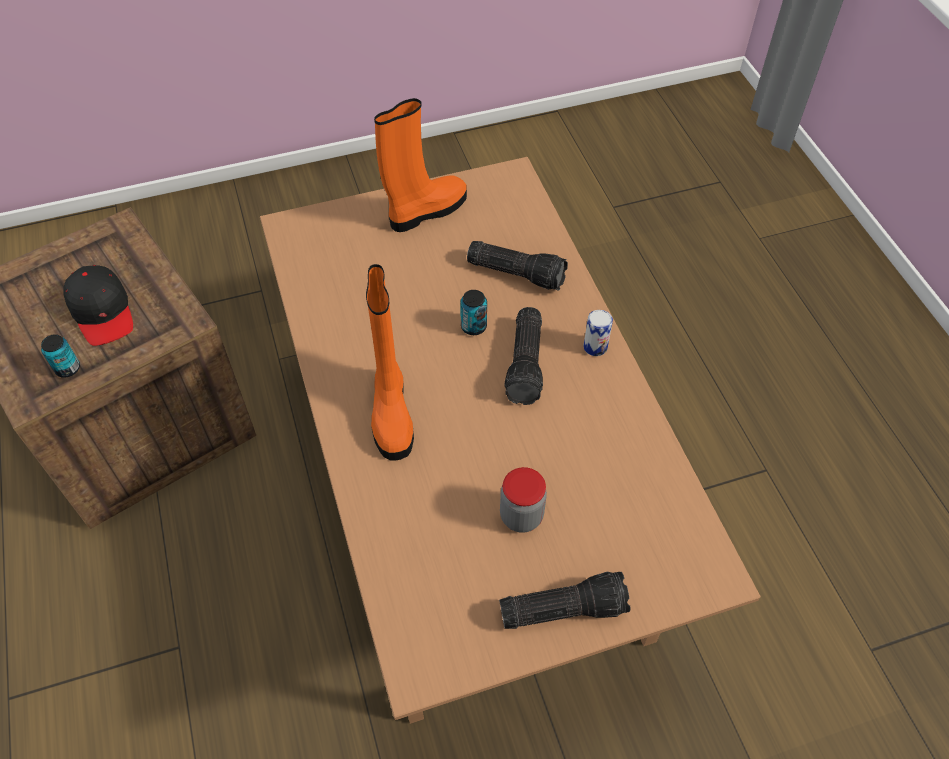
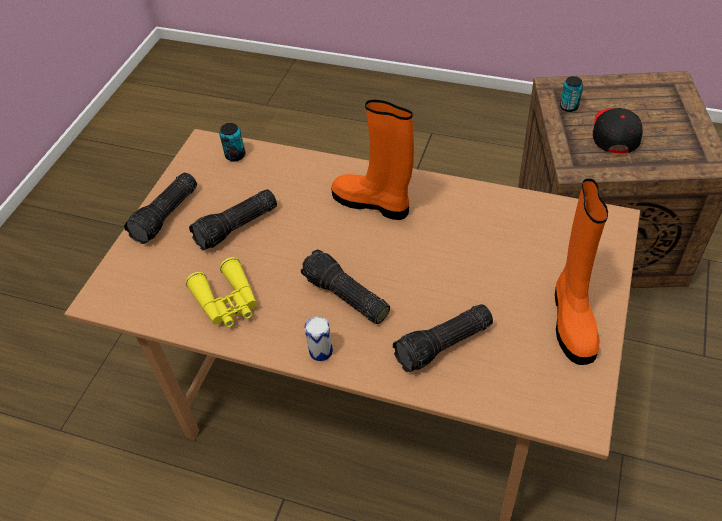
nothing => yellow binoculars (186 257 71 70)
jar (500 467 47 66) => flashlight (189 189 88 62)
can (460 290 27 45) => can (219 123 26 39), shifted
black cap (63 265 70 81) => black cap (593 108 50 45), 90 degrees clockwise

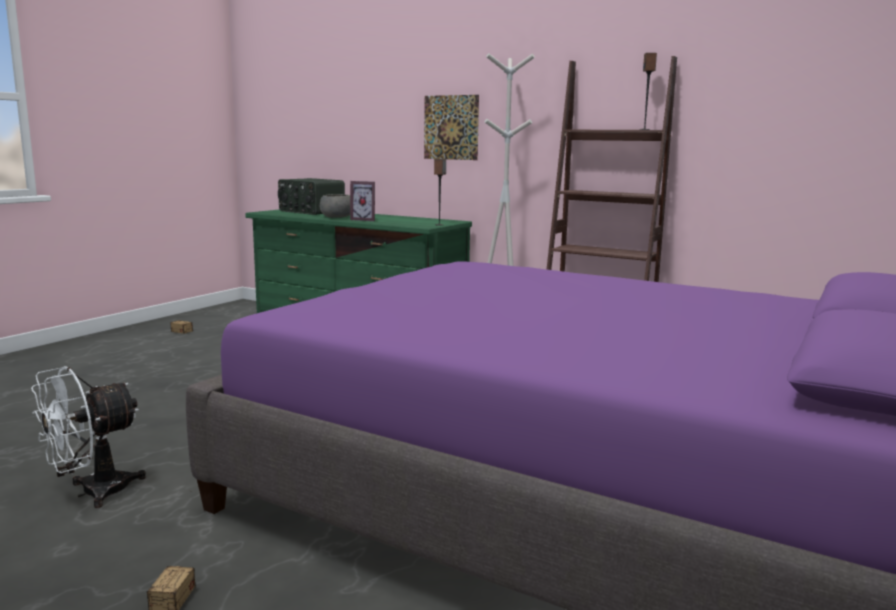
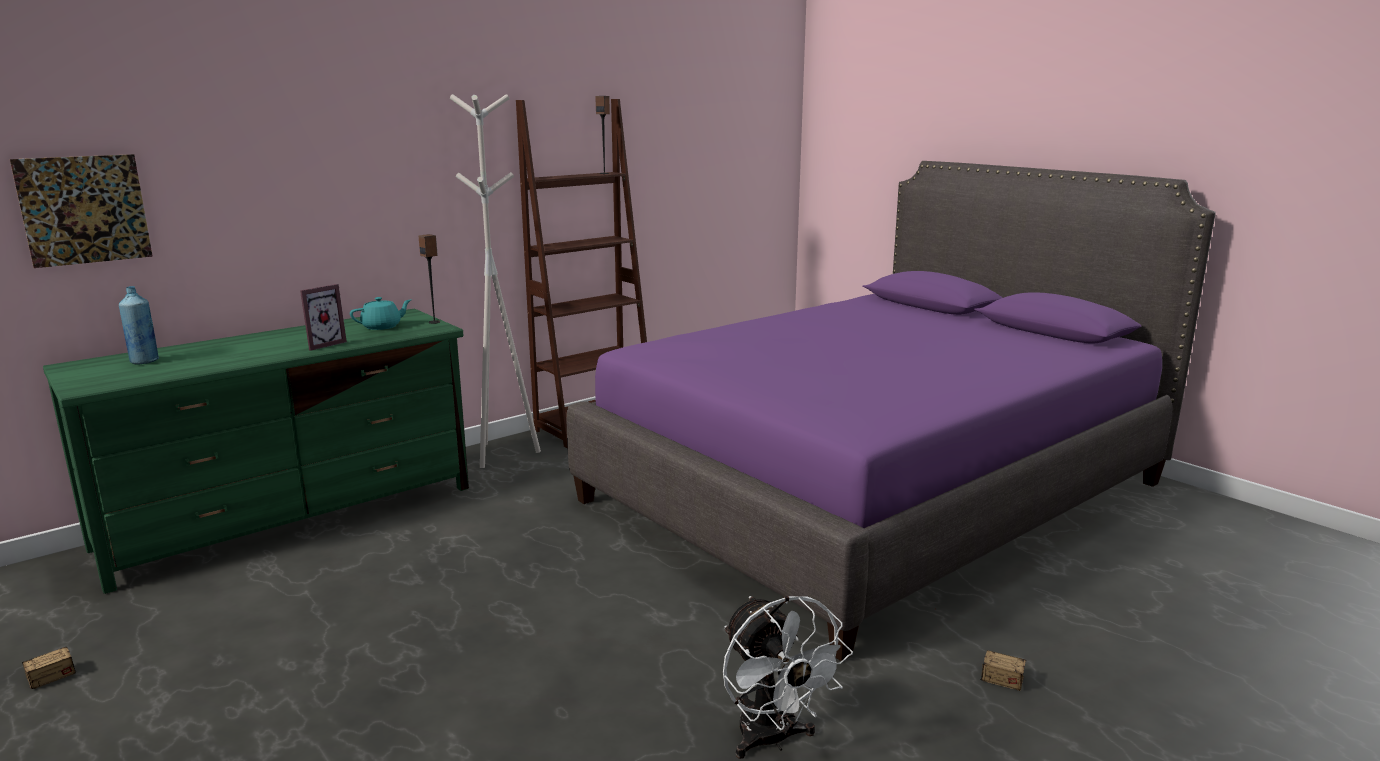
picture (424 95 55 65) => picture (10 154 143 114), shifted
radio (278 178 67 37) => blue bottle (119 286 40 79)
nothing => turquoise teapot (350 297 61 33)
grey bowl (320 194 30 24) => nothing

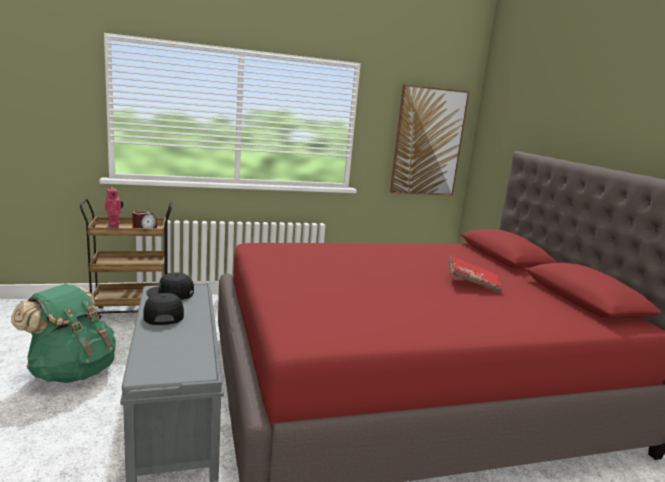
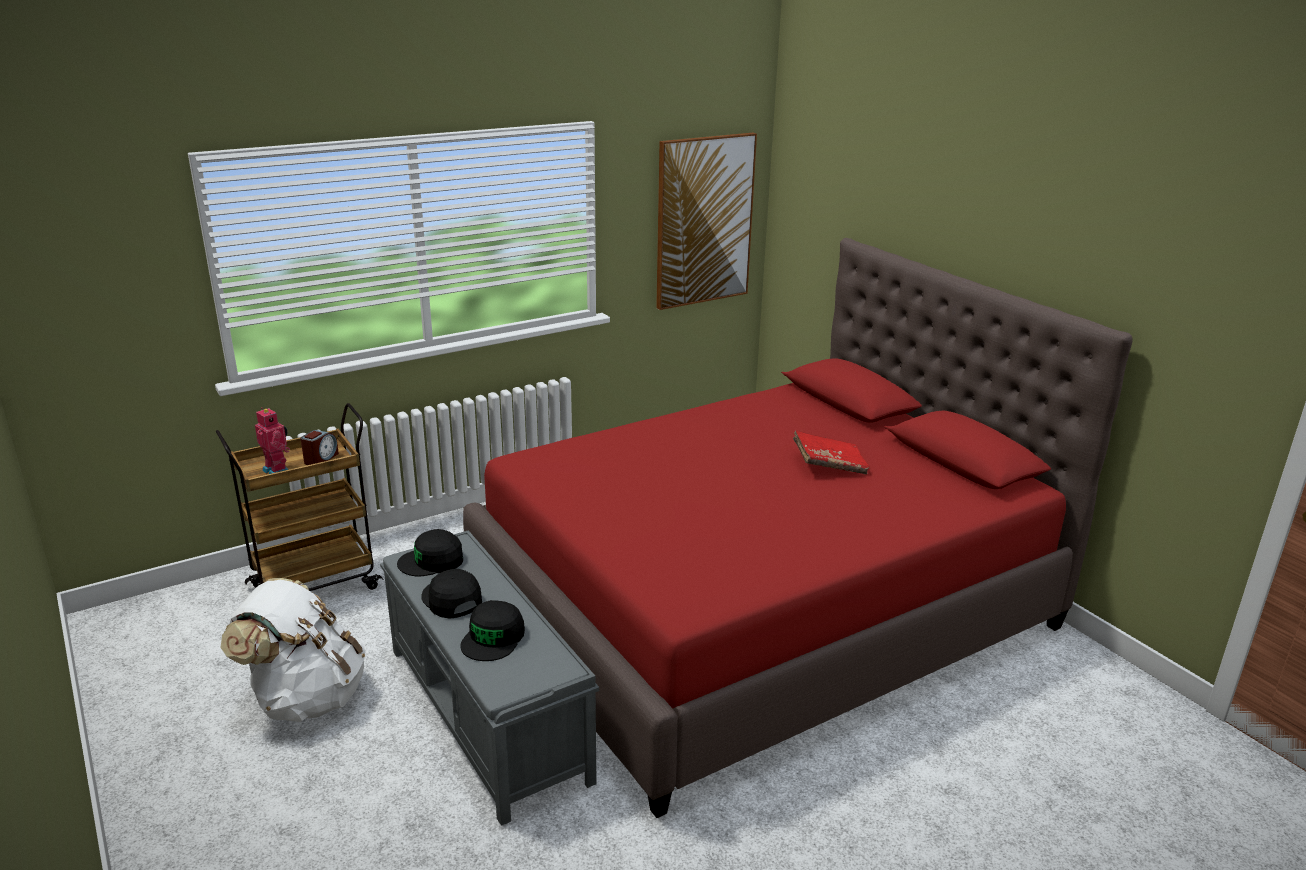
green backpack (11 284 105 99) => white backpack (221 578 145 144)
nothing => black cap (461 600 64 61)

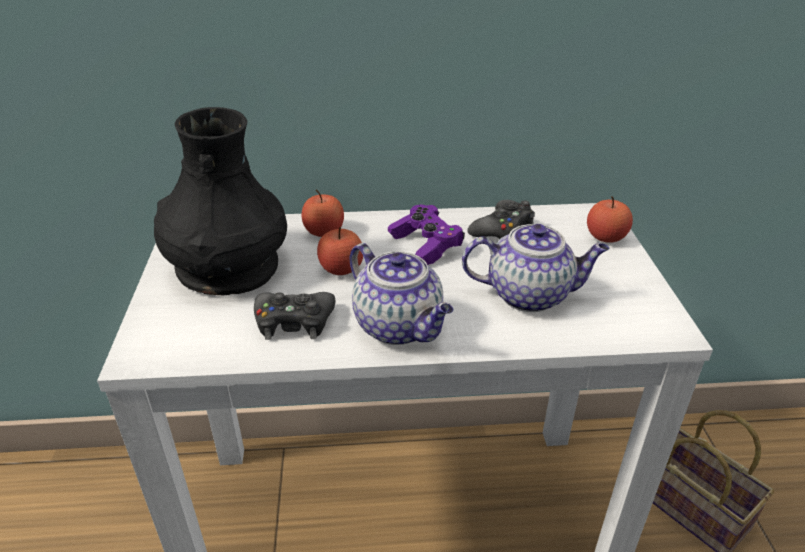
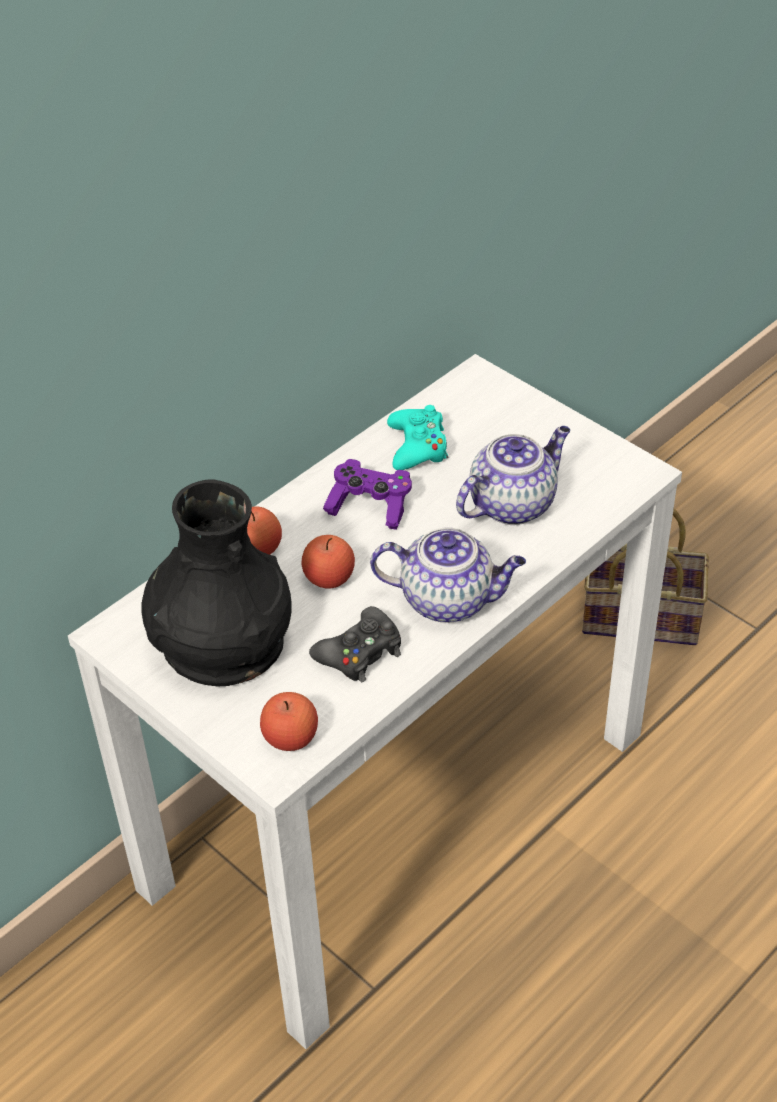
apple (587 196 46 47) => apple (260 692 58 59), shifted
black game controller (467 200 68 40) => turquoise game controller (387 405 61 65)

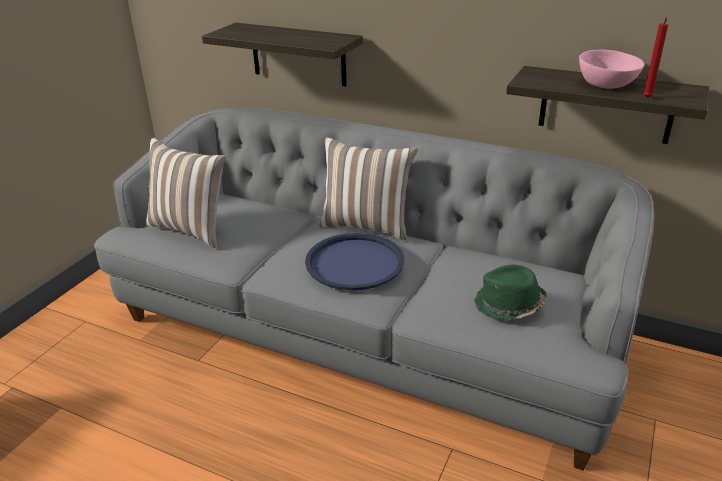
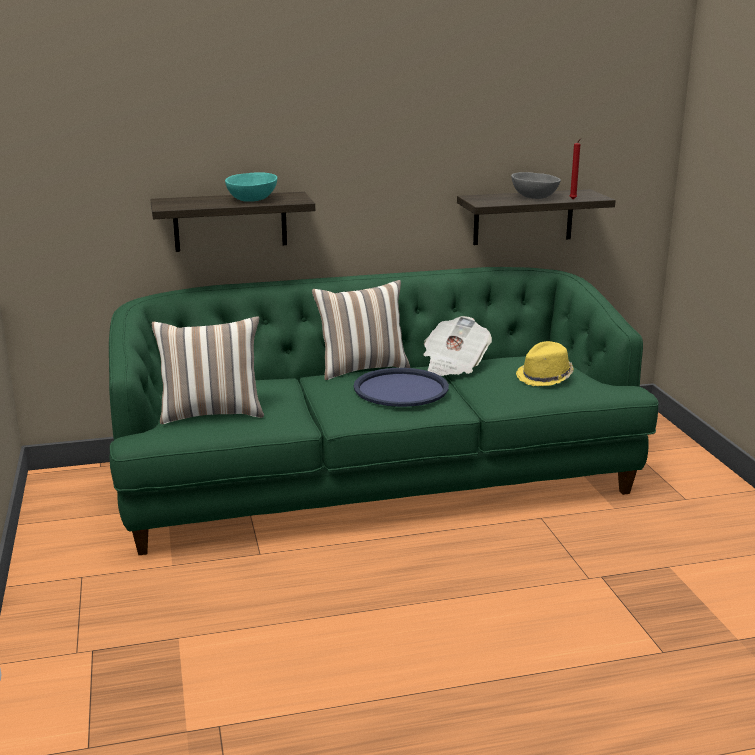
grey sofa (94 108 561 362) => green sofa (109 267 550 288)
nothing => turquoise bowl (225 172 52 30)
nothing => newspaper (424 316 68 60)
pink bowl (579 50 66 39) => grey bowl (511 172 50 27)
green hat (474 265 73 55) => yellow hat (516 341 58 45)

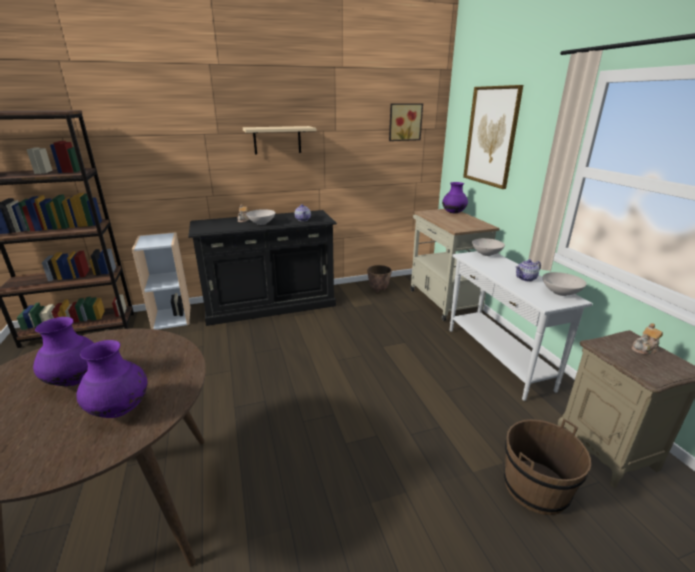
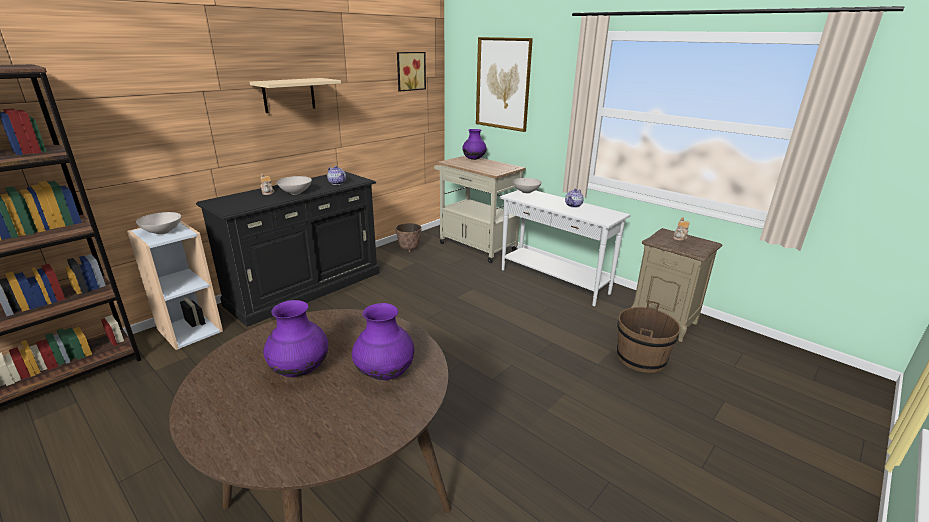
white bowl (543 272 44 24) => white bowl (136 212 45 23), shifted

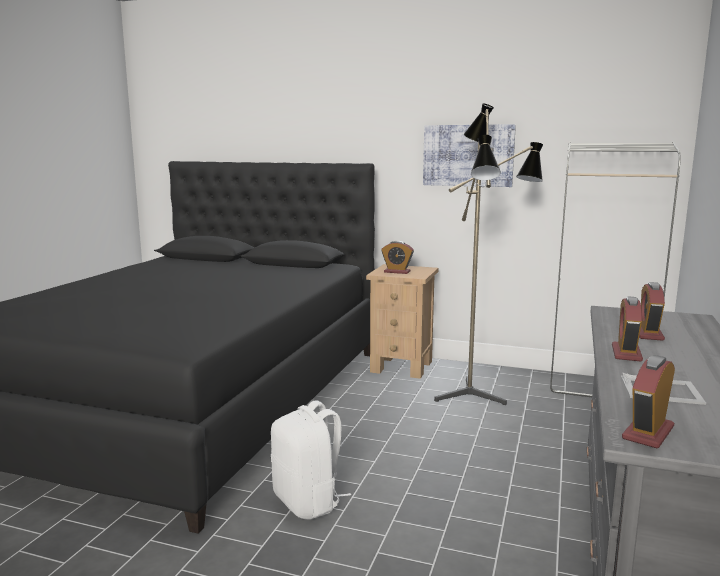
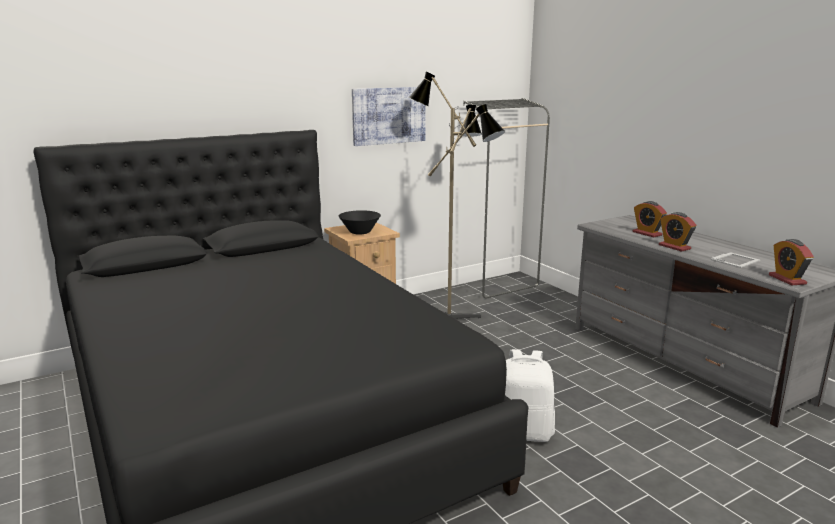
alarm clock (381 241 33 33) => black bowl (339 210 42 24)

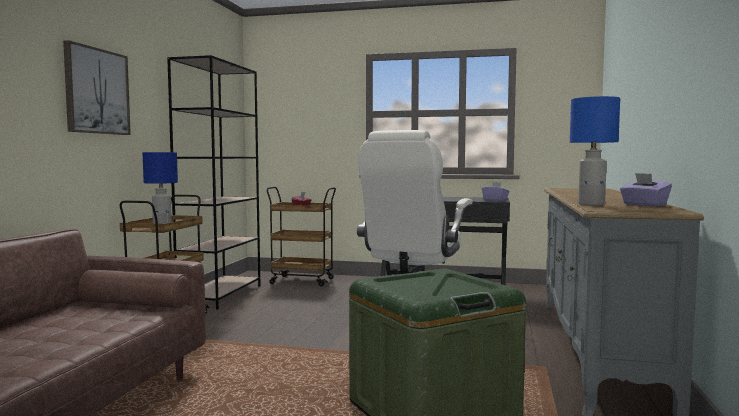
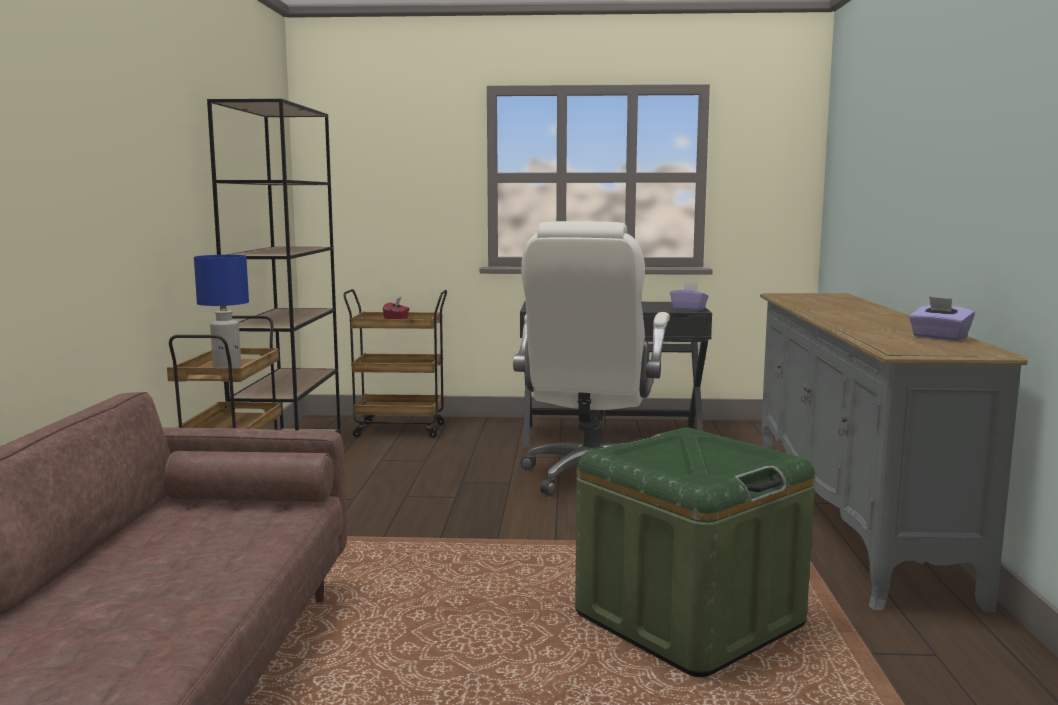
picture (63 40 68 95) => nothing
blue table lamp (570 96 50 109) => nothing

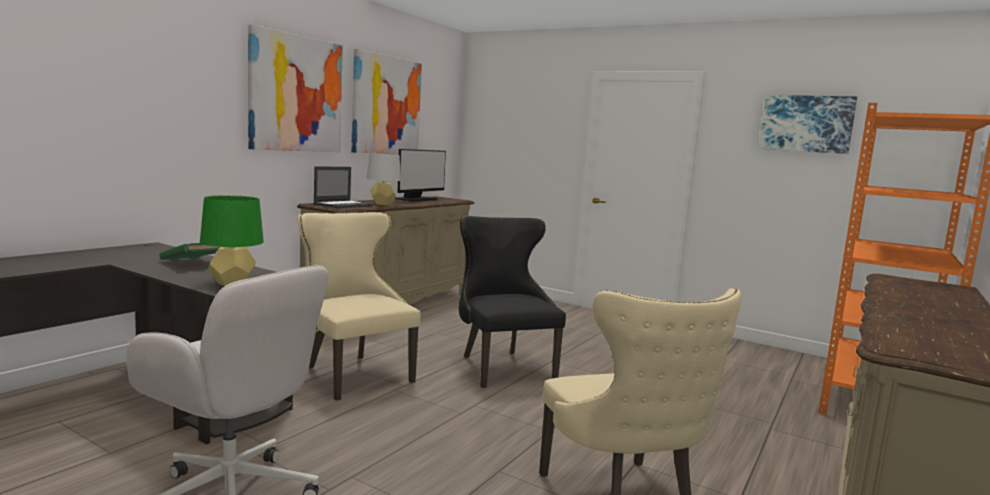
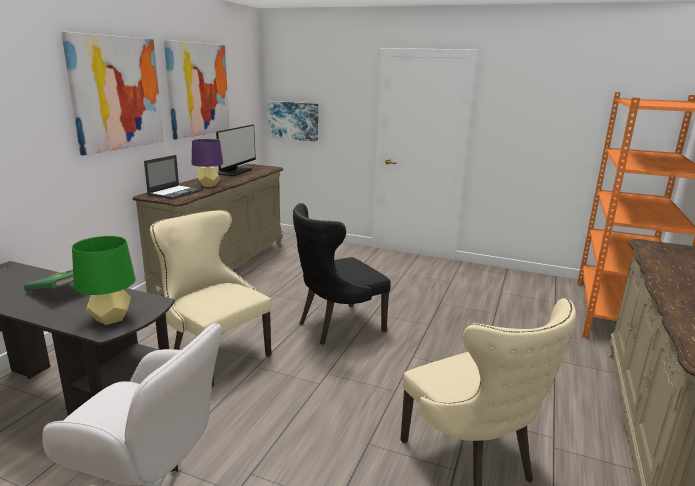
grey table lamp (366 153 35 52) => purple table lamp (192 139 31 48)
picture (759 95 98 59) => picture (268 101 50 41), shifted
black chair (459 216 107 172) => black chair (293 203 98 142), 90 degrees counterclockwise

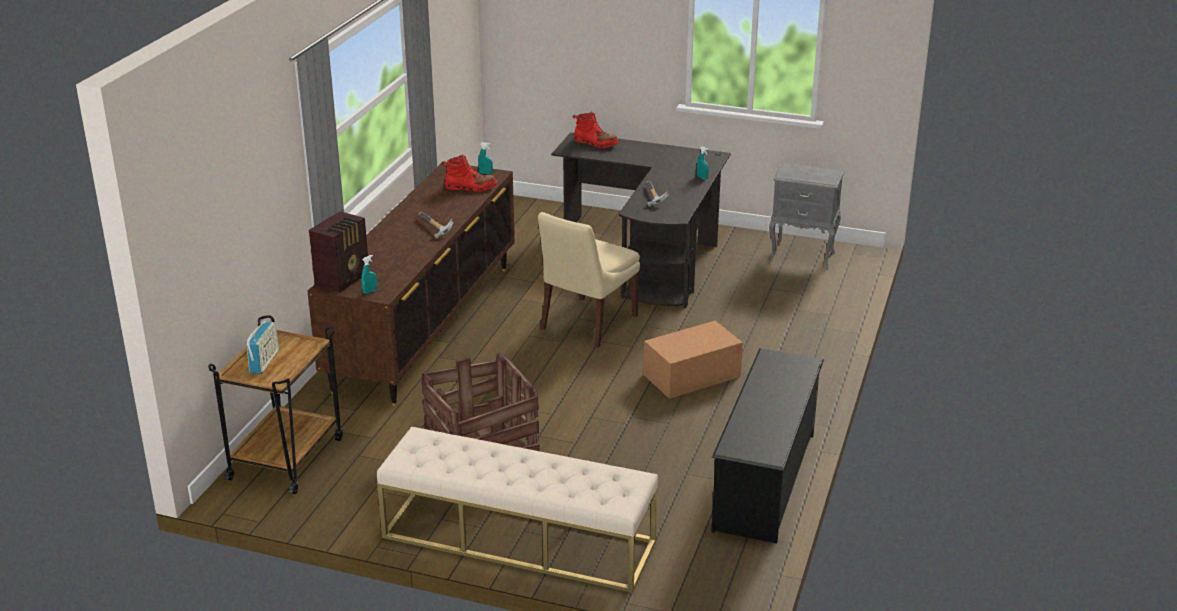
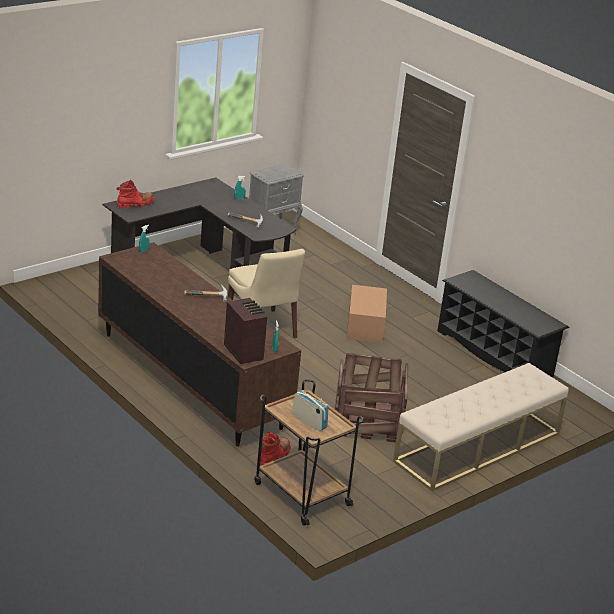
red boot (442 154 55 38) => red boot (260 432 31 34), shifted

